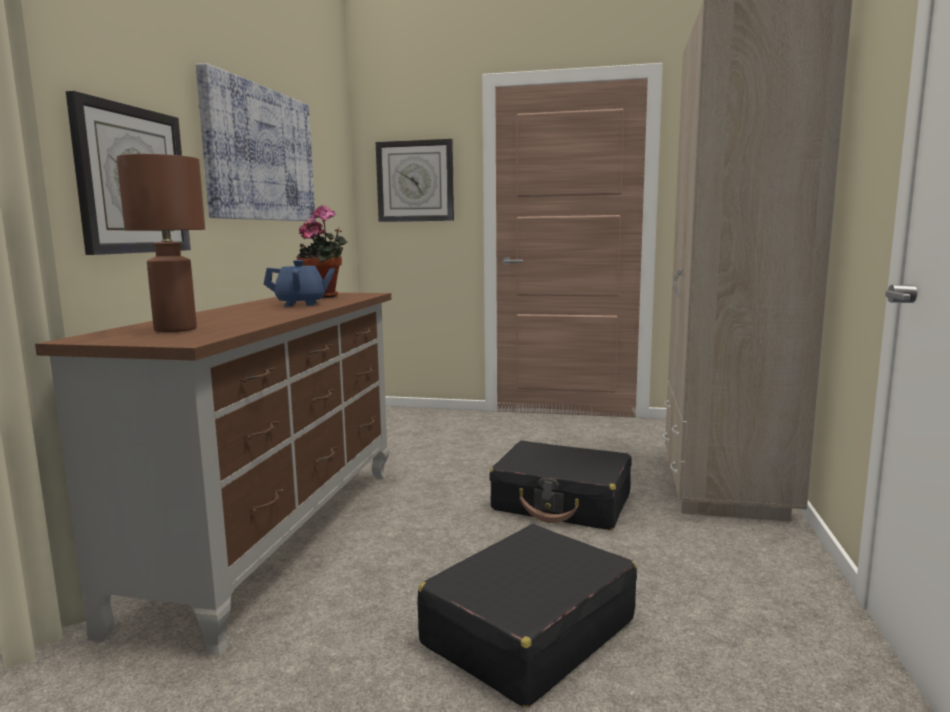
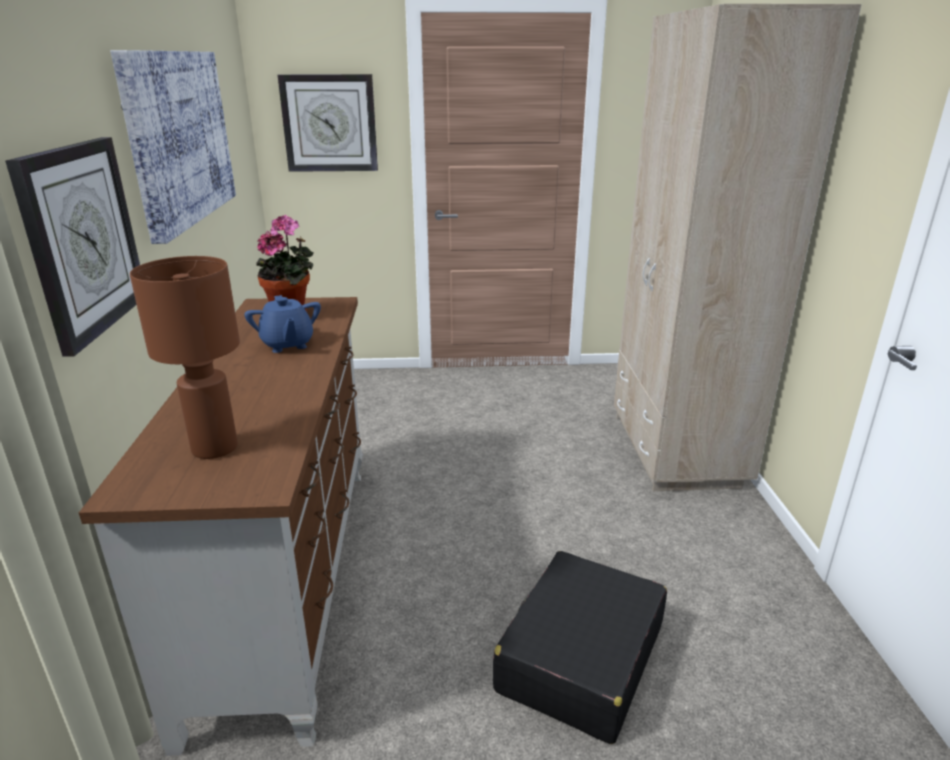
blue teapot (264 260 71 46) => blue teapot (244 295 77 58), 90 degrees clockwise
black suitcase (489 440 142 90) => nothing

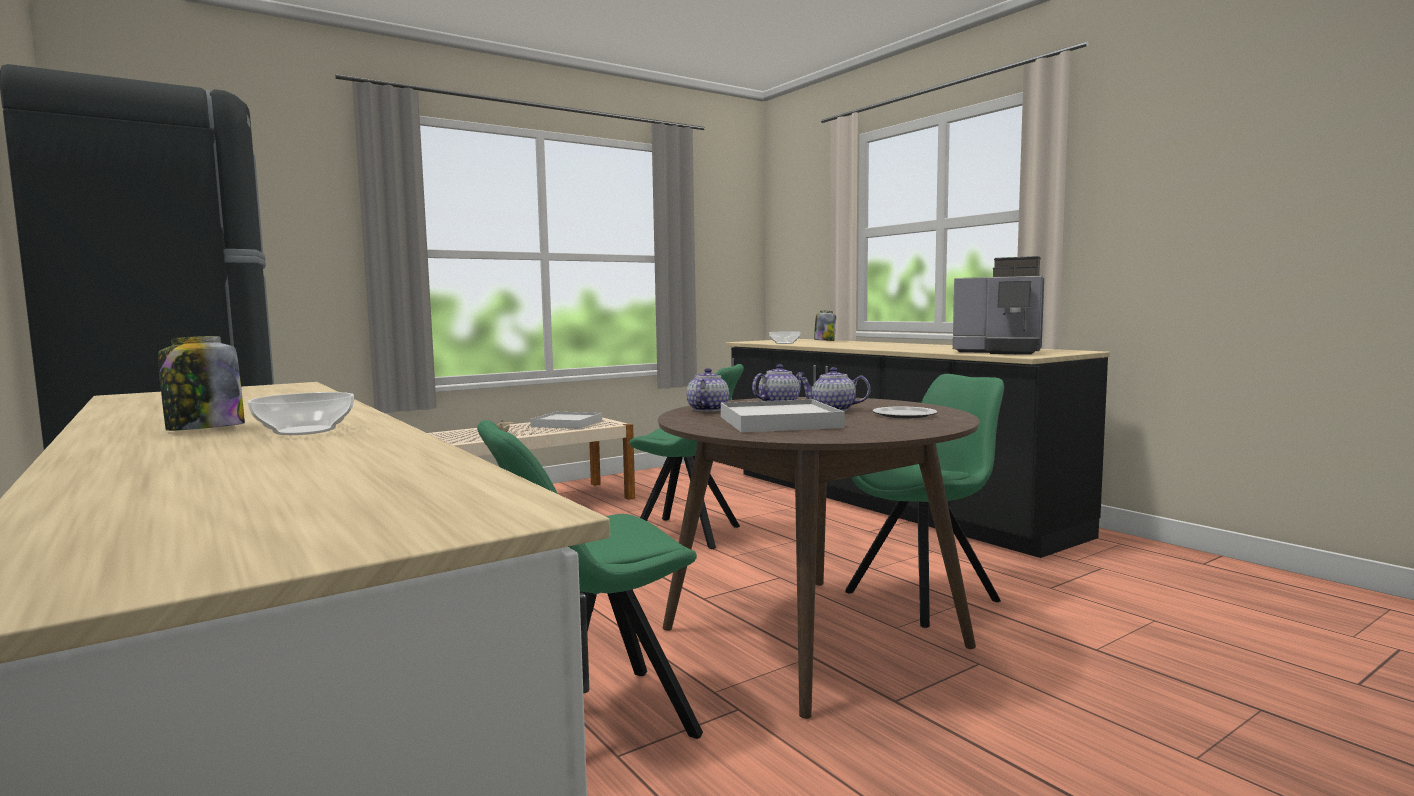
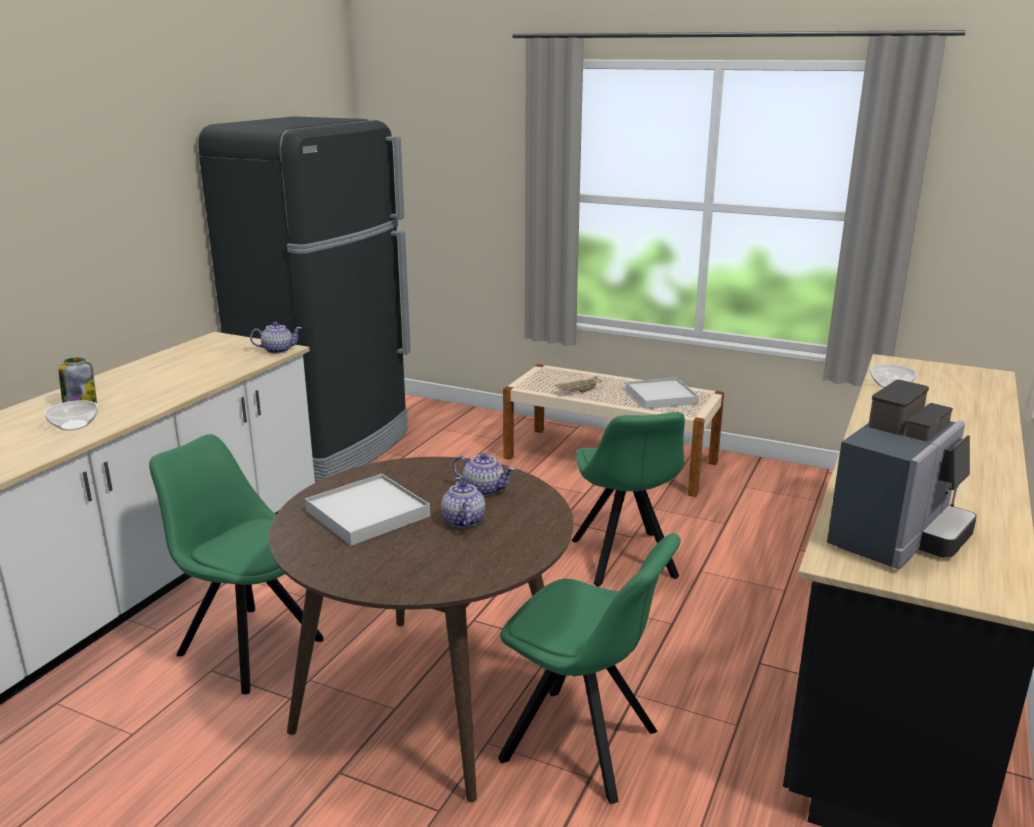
teapot (687 368 42 44) => teapot (250 322 52 32), shifted
coffee machine (953 256 91 99) => coffee machine (827 380 150 189), 135 degrees counterclockwise
jar (814 310 22 31) => nothing
plate (873 406 64 12) => nothing

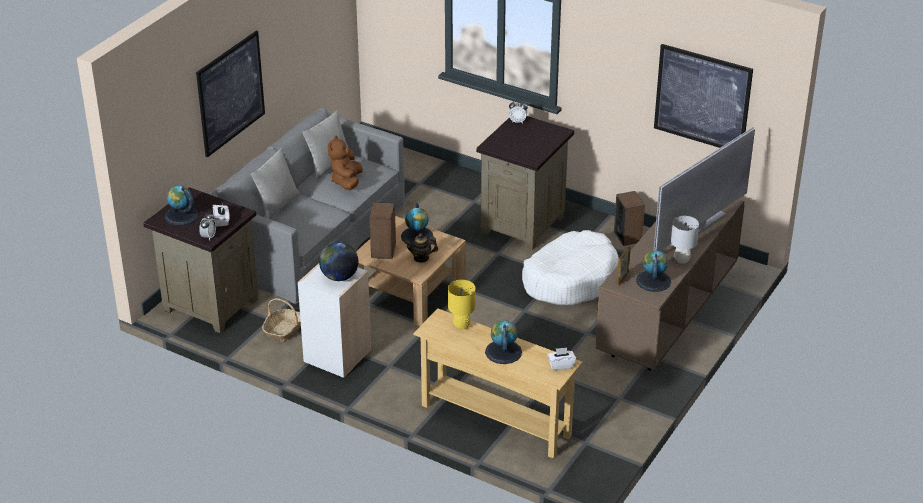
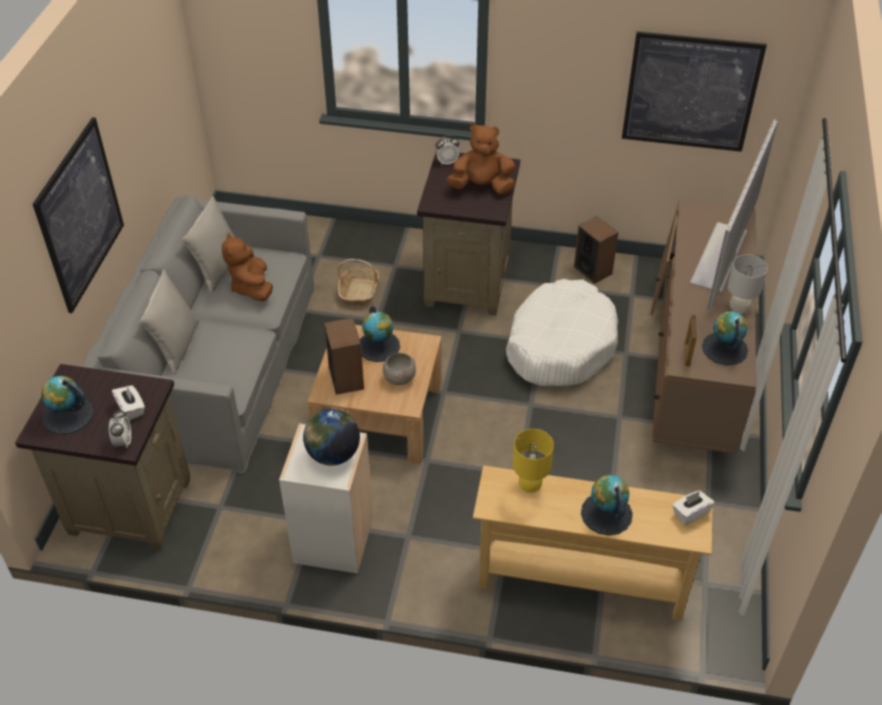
basket (262 298 39 45) => basket (337 259 43 47), shifted
teapot (405 233 33 30) => grey bowl (383 353 33 32)
nothing => brown plush toy (447 123 68 72)

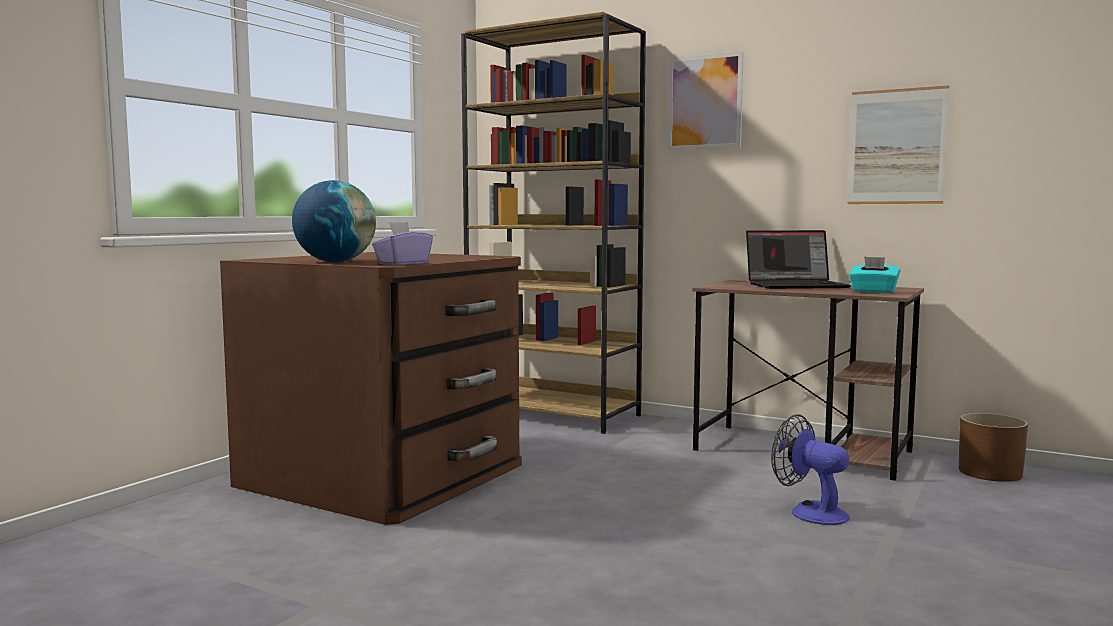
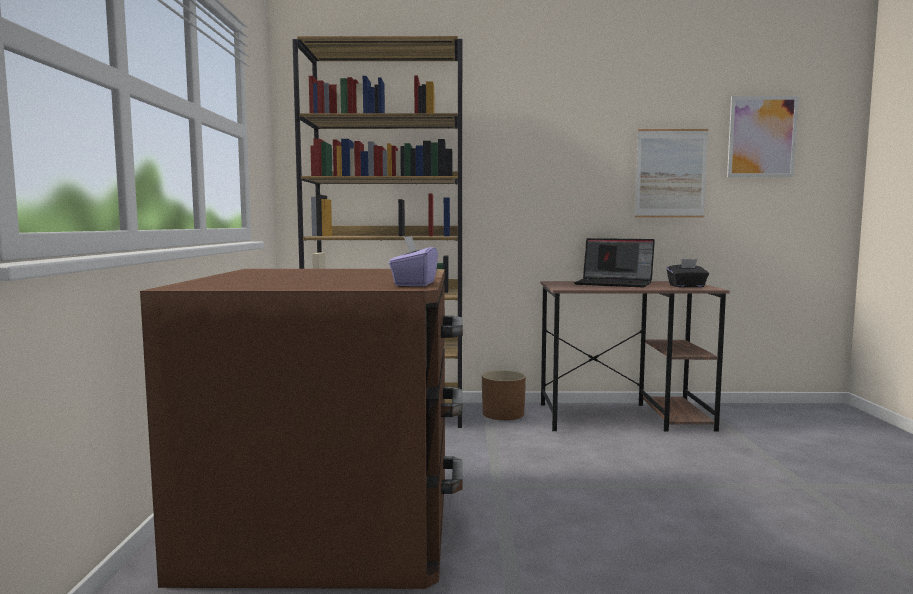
brown planter (959 413 69 69) => brown planter (482 370 44 50), shifted
laptop (746 230 105 59) => laptop (574 238 81 49), 60 degrees clockwise
turquoise tissue box (849 256 52 37) => black tissue box (667 259 42 28)
picture (668 51 75 99) => picture (727 96 72 81), shifted
globe (292 180 84 82) => nothing
fan (771 414 79 111) => nothing

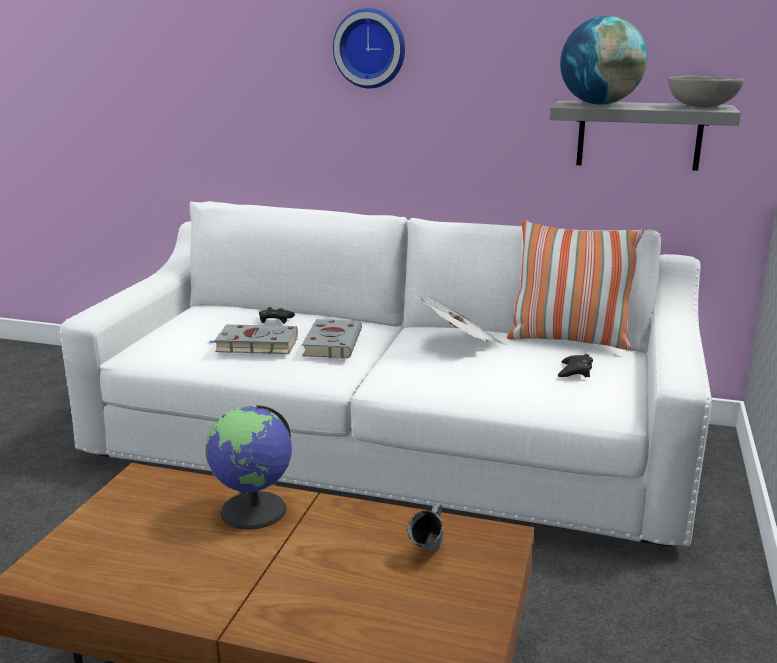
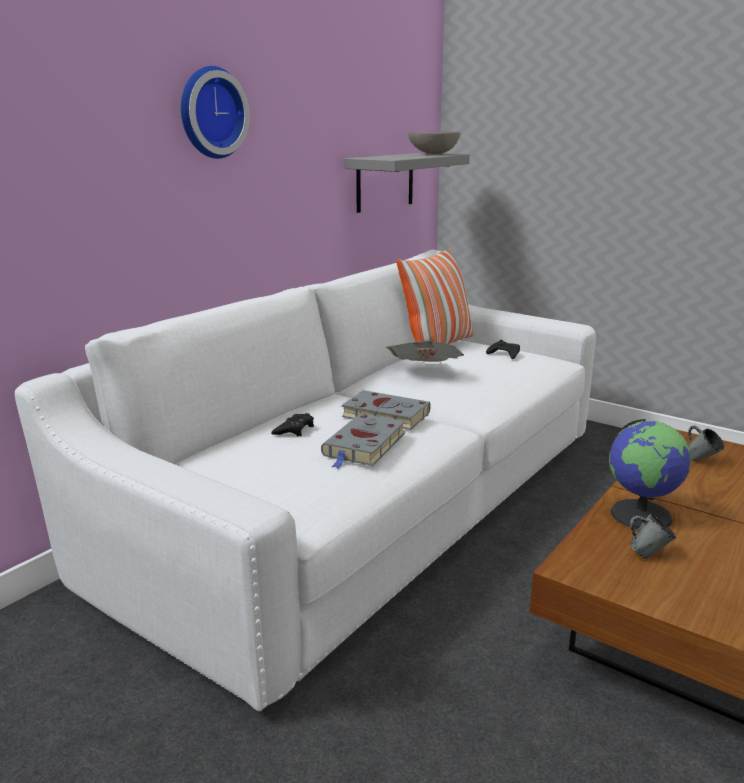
nothing => grey mug (629 514 47 45)
globe (560 16 88 89) => nothing

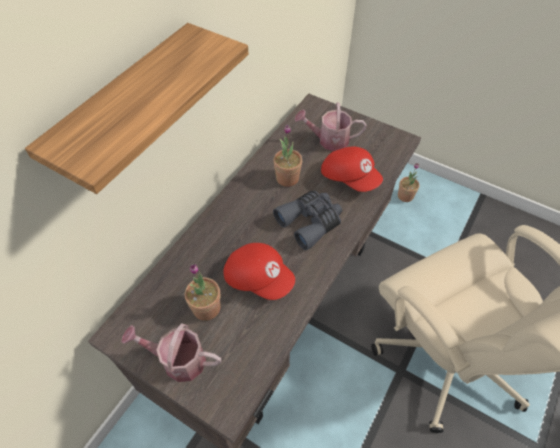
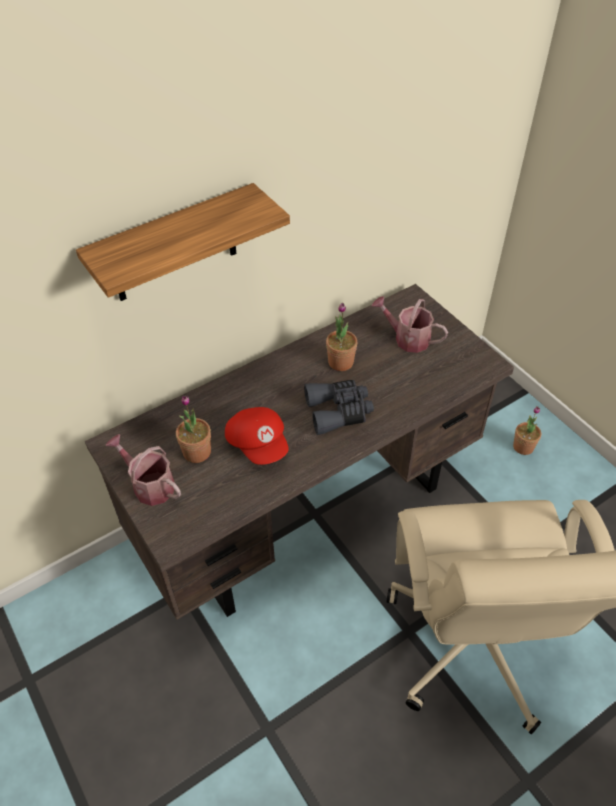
red cap (321 147 62 45) => nothing

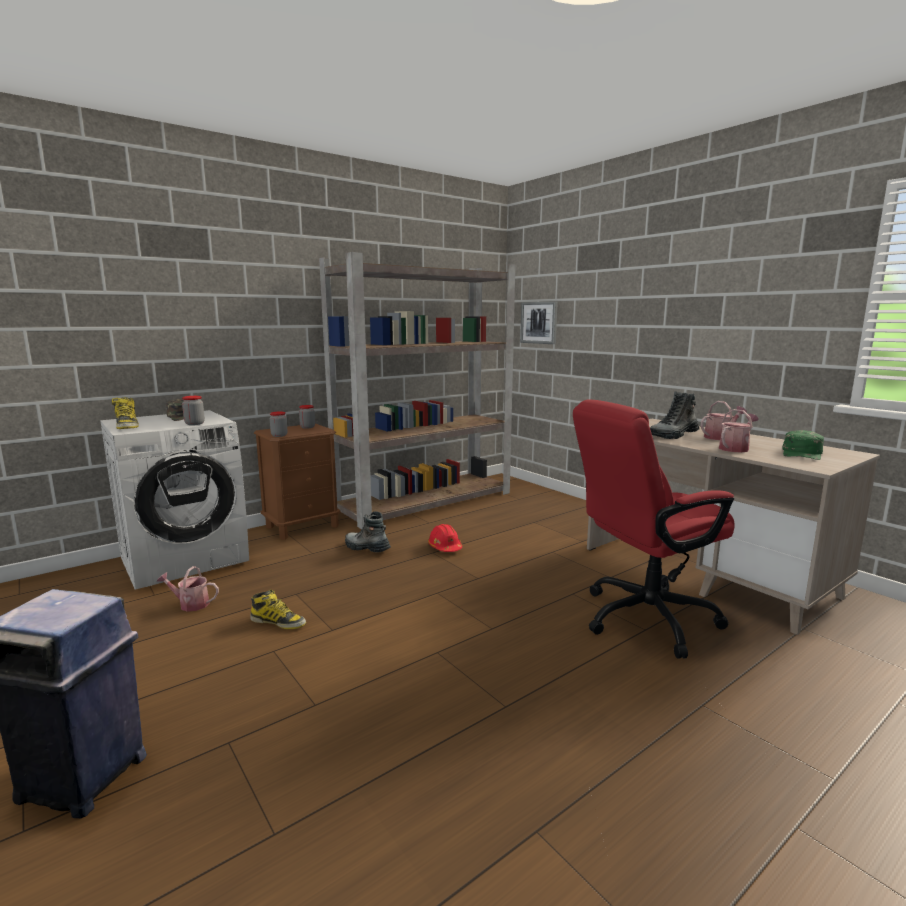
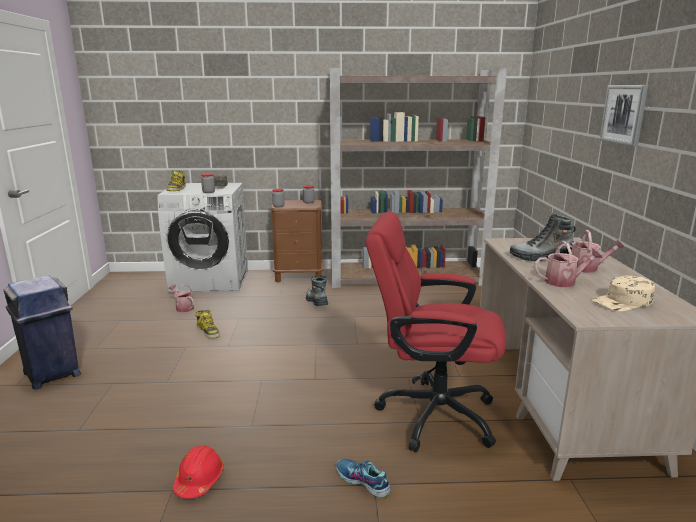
red hard hat (428 524 34 28) => red hard hat (173 445 51 54), shifted
nothing => shoe (336 459 55 39)
green cap (783 430 41 30) => beige cap (592 276 63 36)
picture (520 301 38 43) => picture (600 85 48 62), shifted

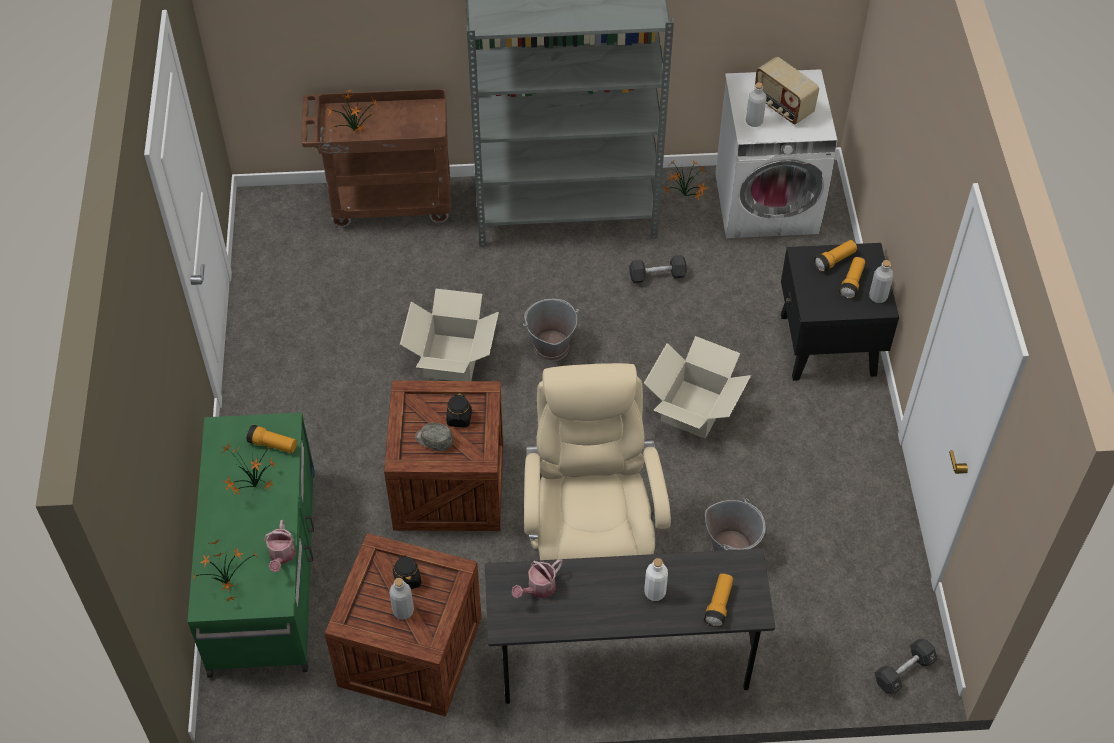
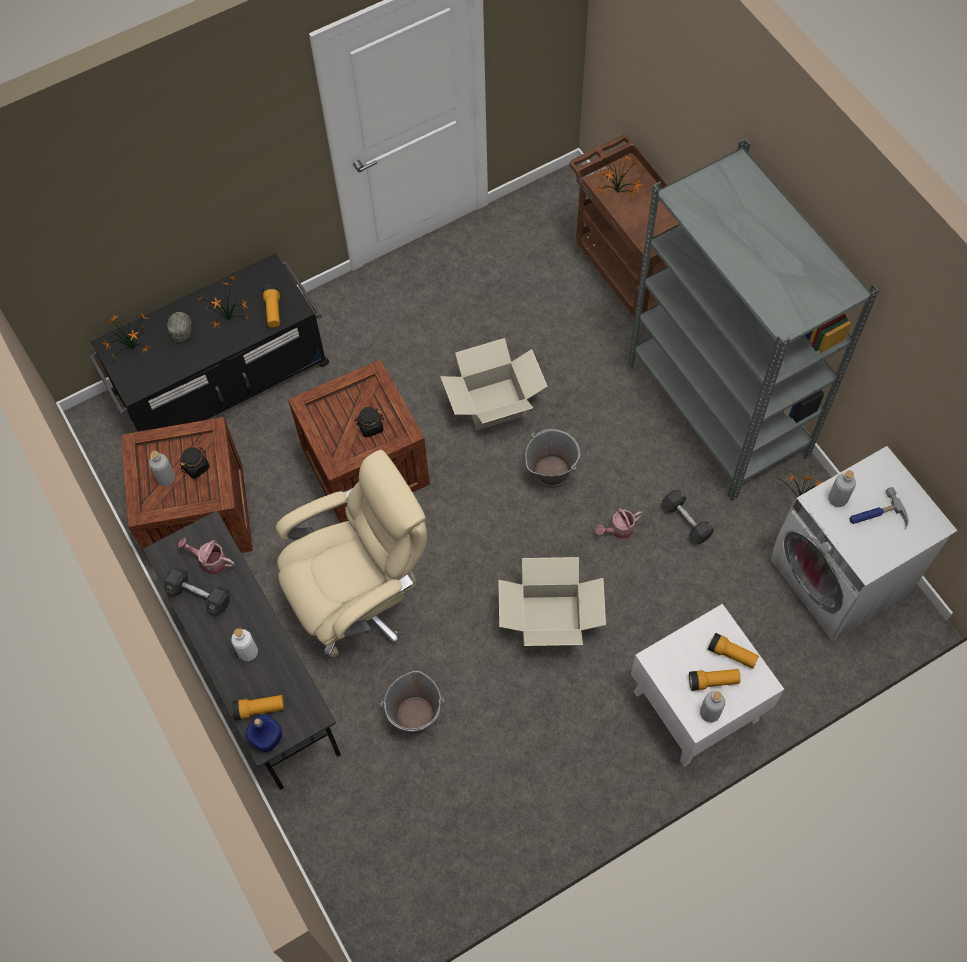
green cabinet (187 412 127 266) => black cabinet (90 253 239 179)
black dumbbell (874 639 64 55) => black dumbbell (164 568 66 46), shifted
grey cap (415 423 38 28) => grey cap (167 312 25 30), shifted
nothing => blue bottle (246 715 36 37)
watering can (264 520 32 52) => watering can (596 508 47 31), shifted
black nightstand (781 243 118 138) => white nightstand (631 604 153 163)
radio (754 57 65 68) => hammer (850 487 58 42)

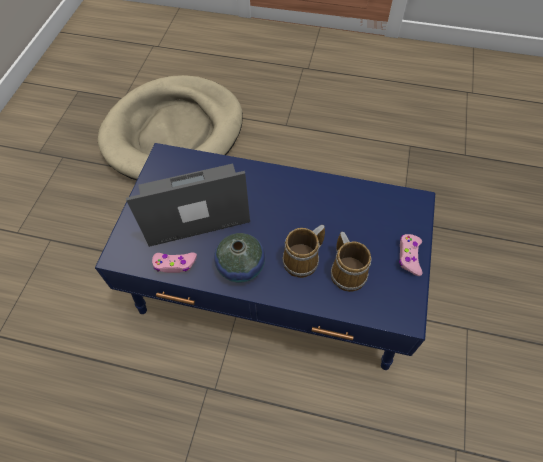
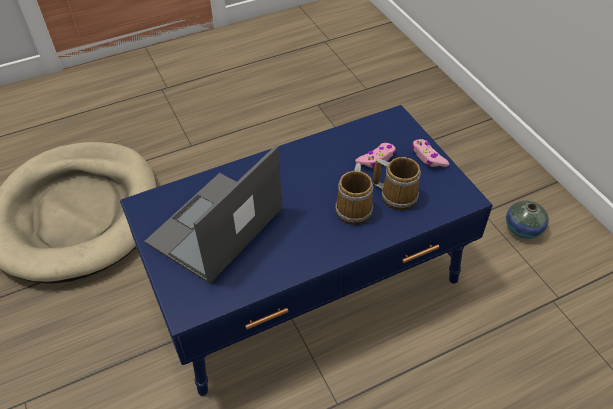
pink game controller (152 252 45 21) => pink game controller (355 143 41 25), shifted
vase (214 233 51 50) => vase (506 201 43 38), shifted

